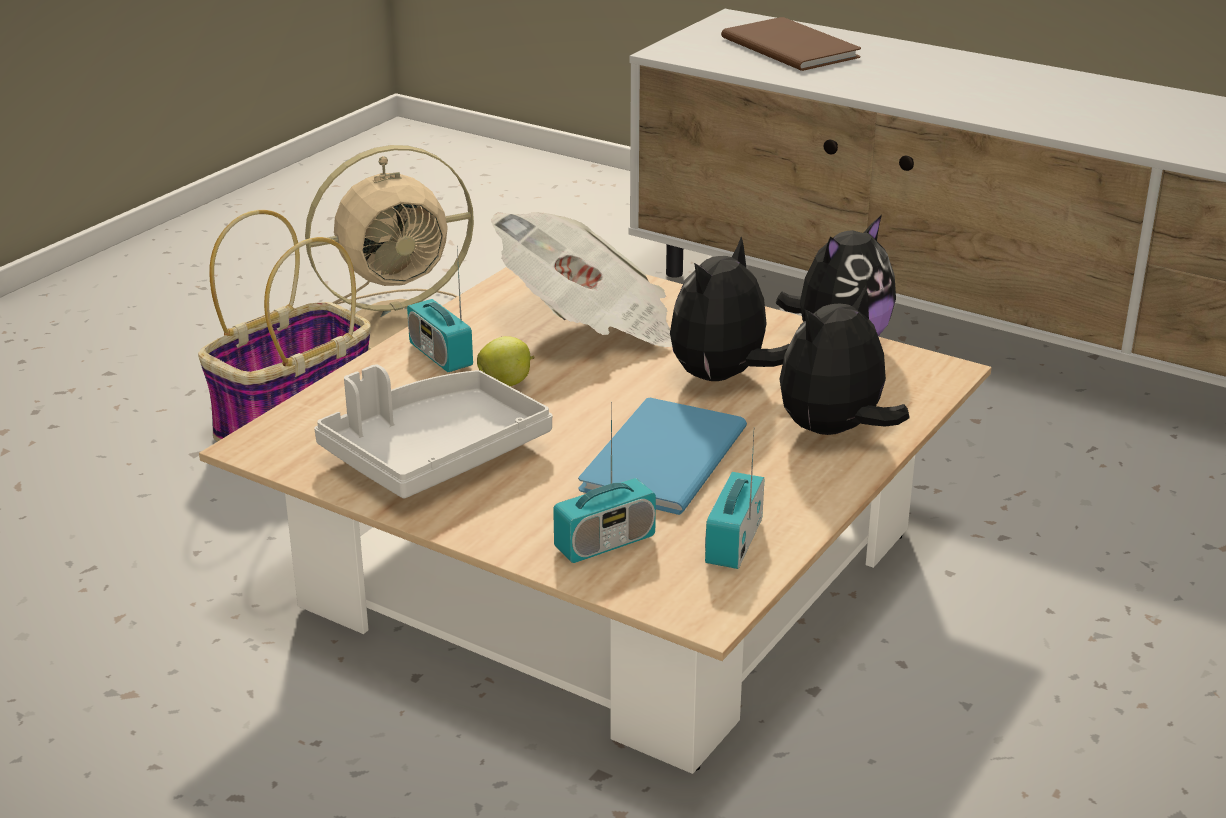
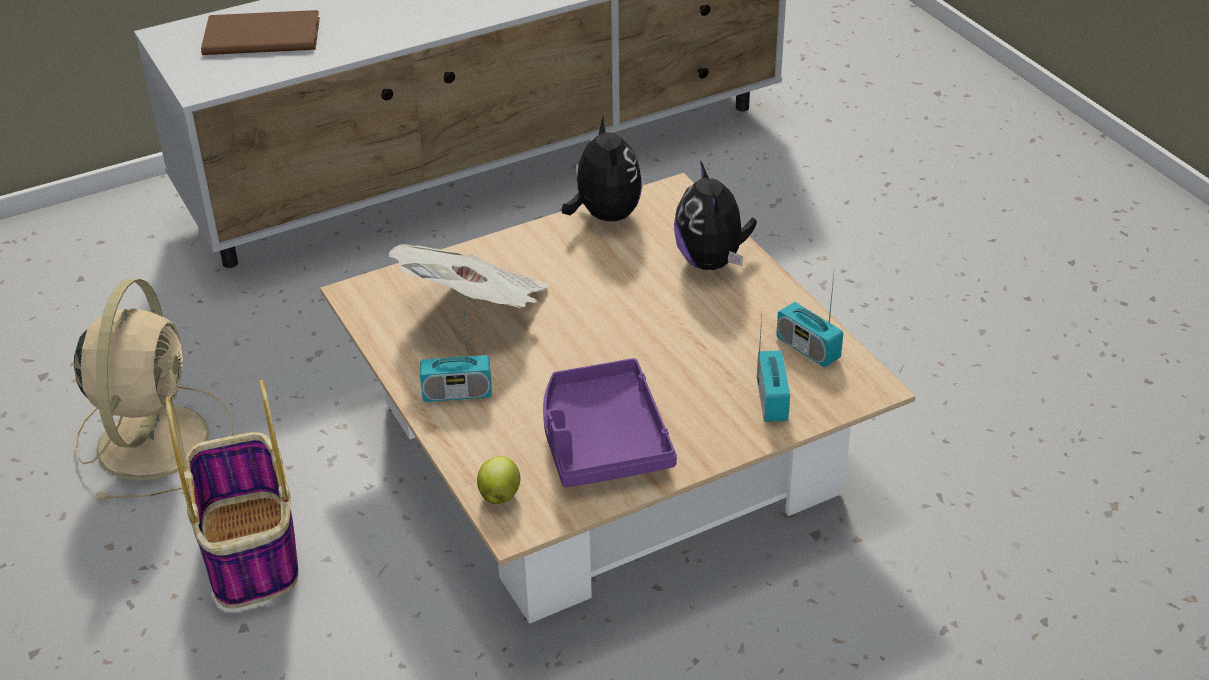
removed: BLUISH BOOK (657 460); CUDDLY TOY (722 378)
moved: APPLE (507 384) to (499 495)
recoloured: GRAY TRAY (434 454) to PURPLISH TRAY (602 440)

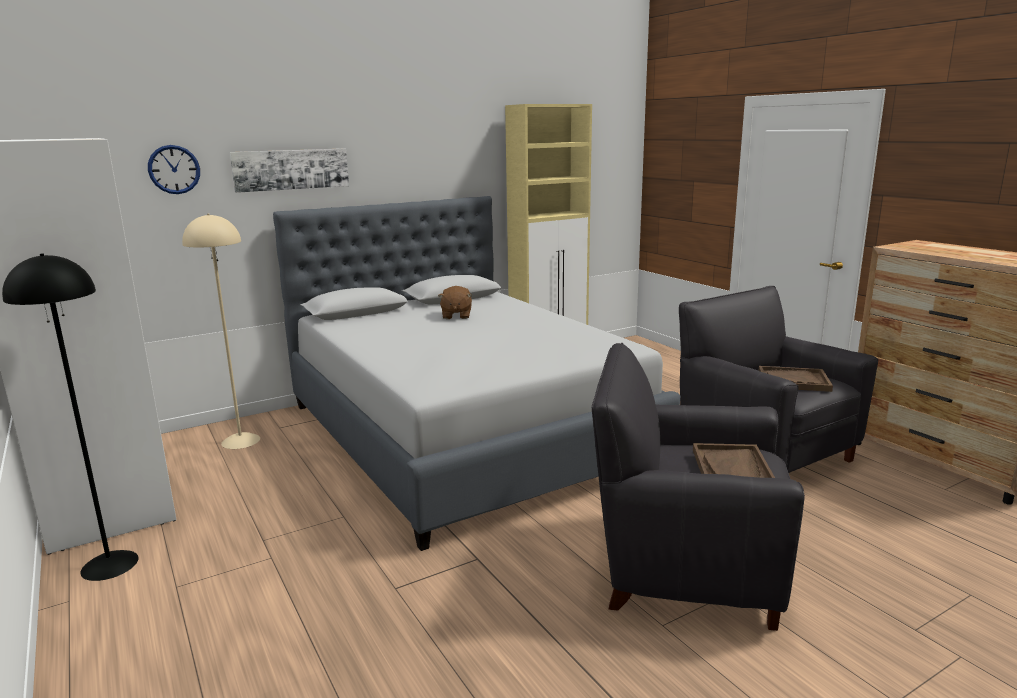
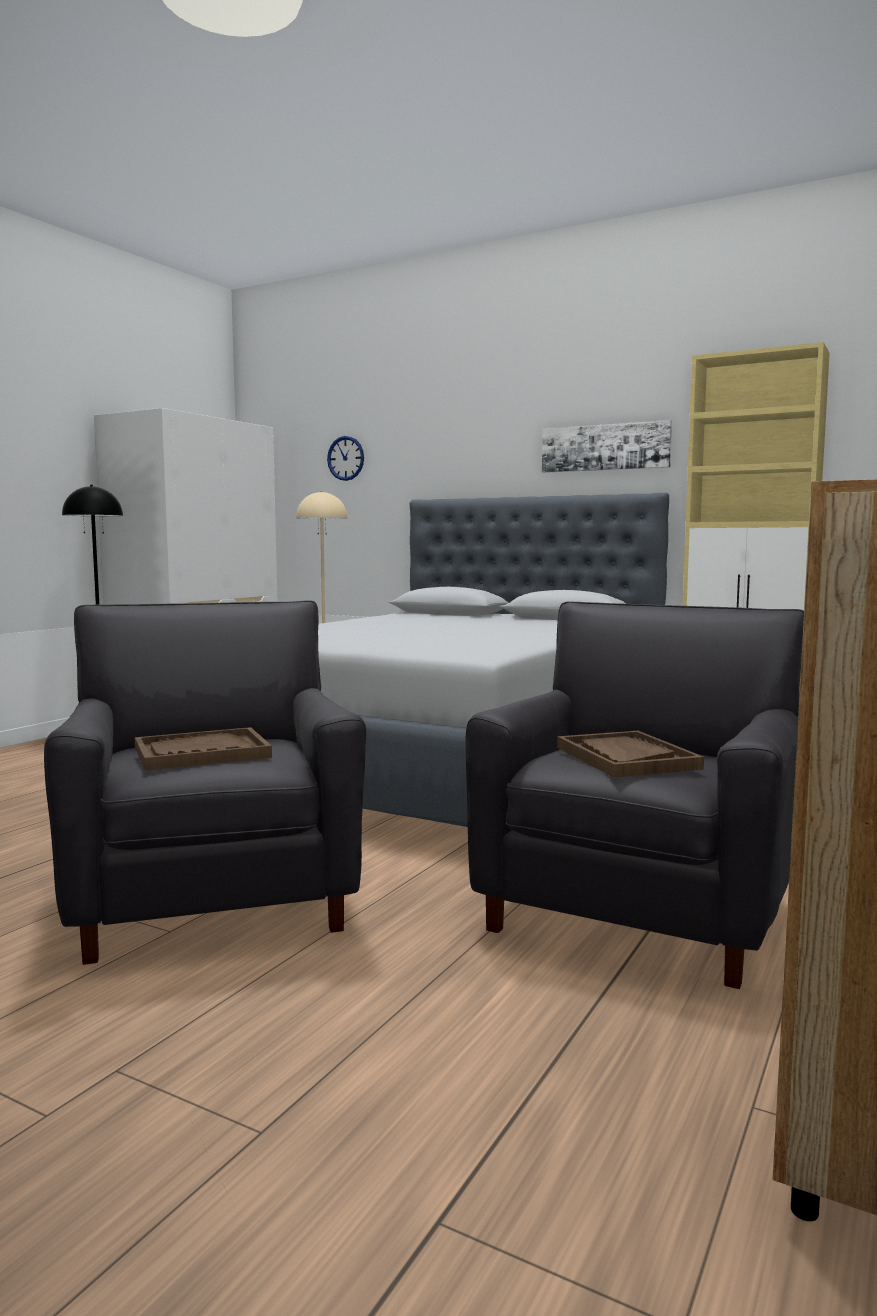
removed: BROWNISH CUDDLY TOY (456 316)
moved: PICTURE (291 169) to (605 447)

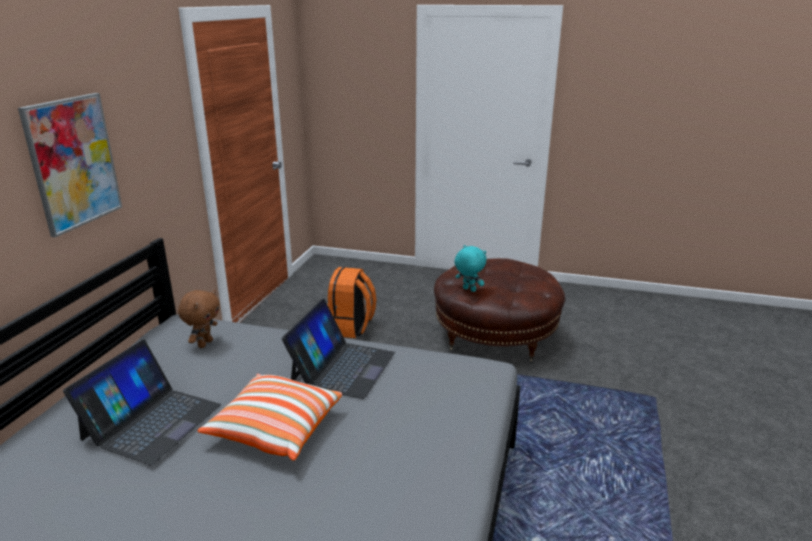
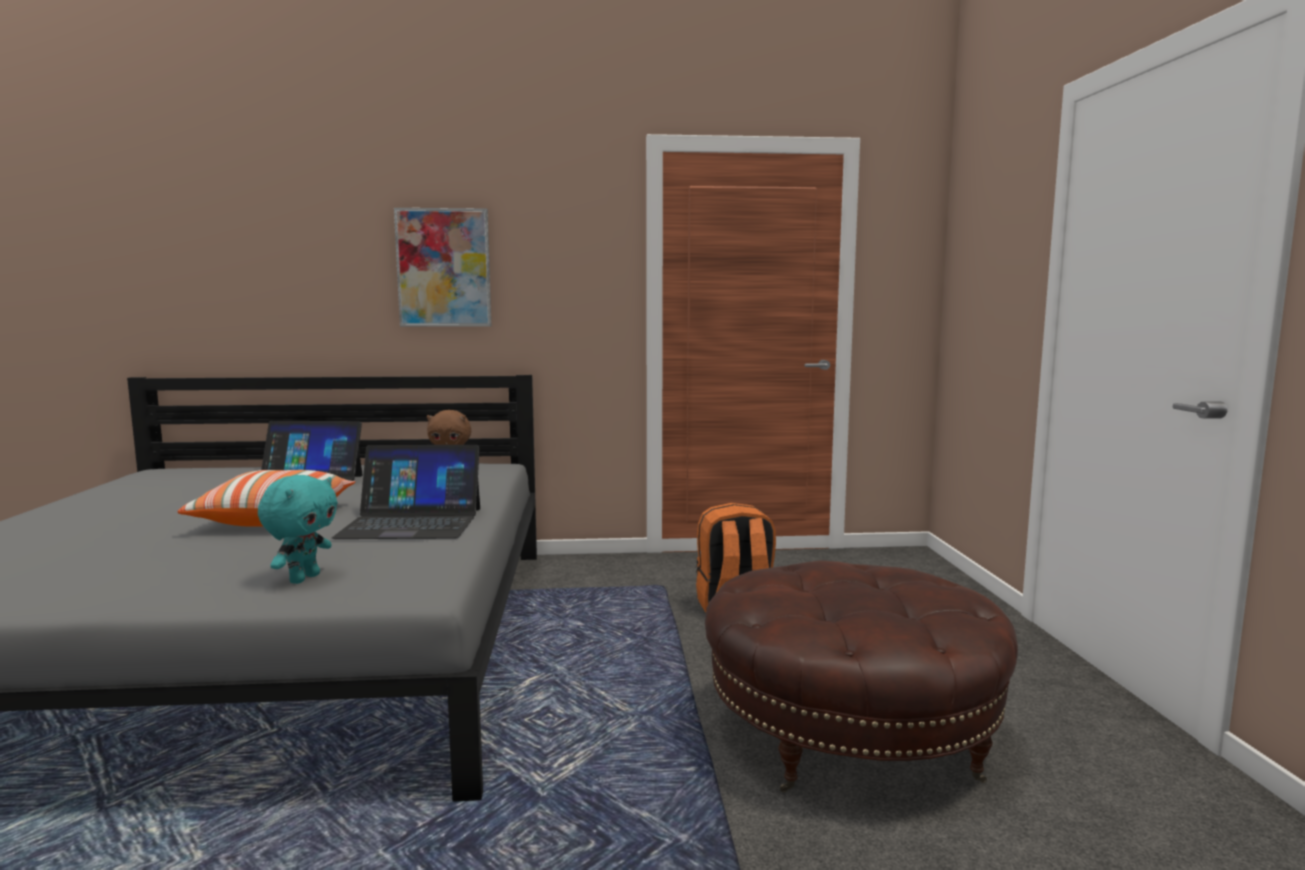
moved: BLUE-GREEN CUDDLY TOY (468 290) to (303 578)

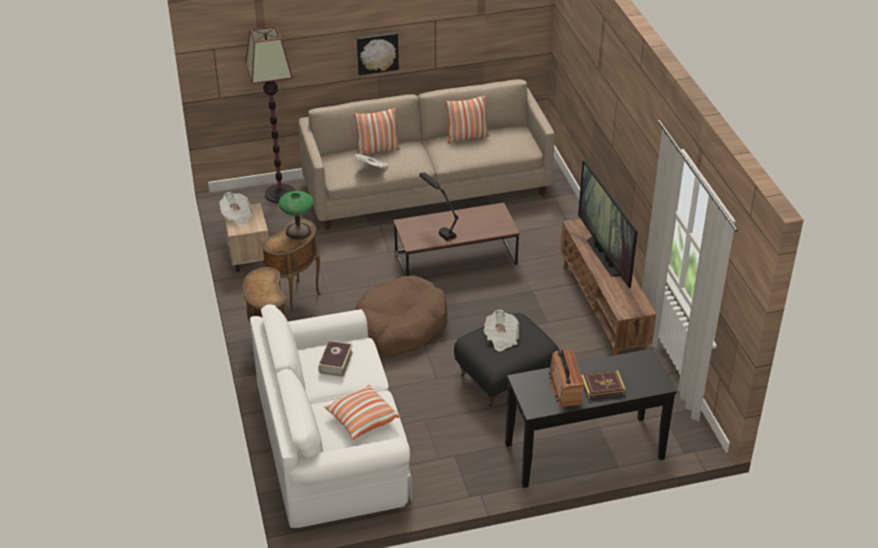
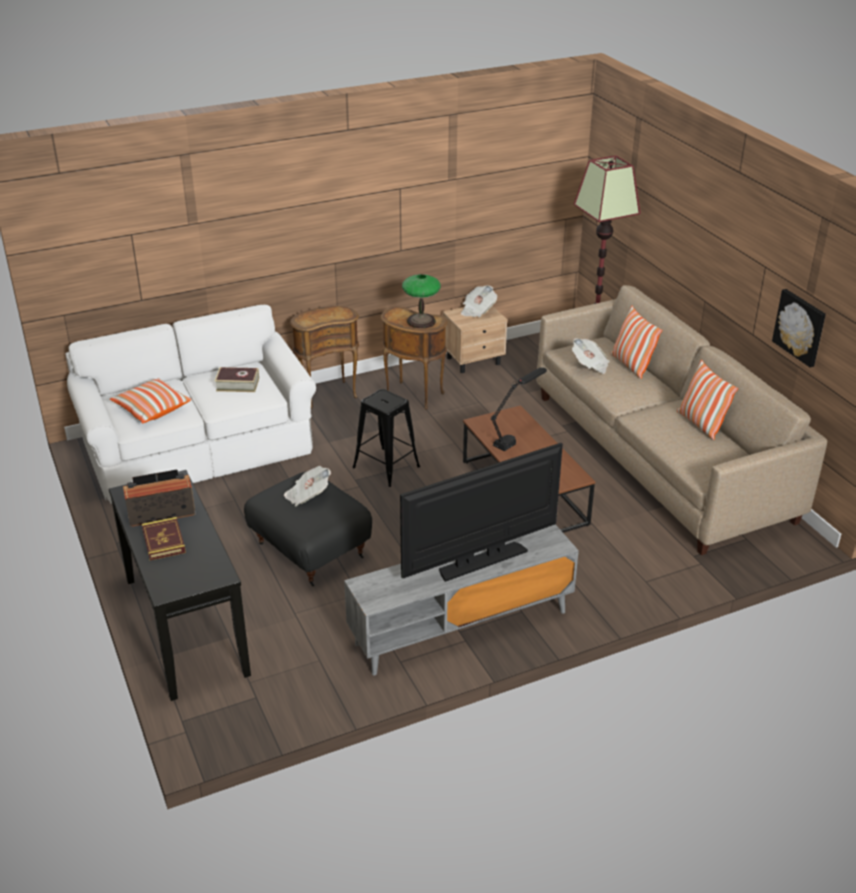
moved: PICTURE (377 52) to (800 327)
replaced: BROWNISH PET BED (400 326) to BLACKISH SITTING STOOL (386 467)
recoloured: BROWNISH TV STAND (603 310) to GRAY TV STAND (461 628)

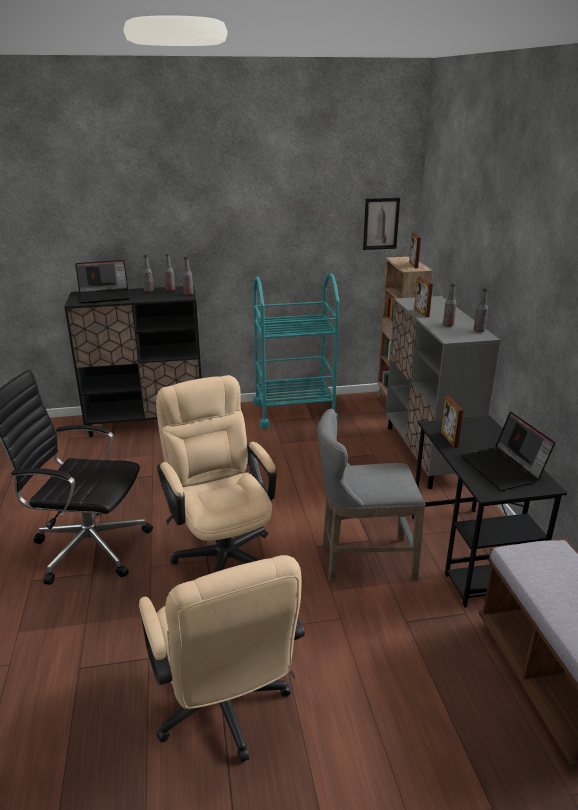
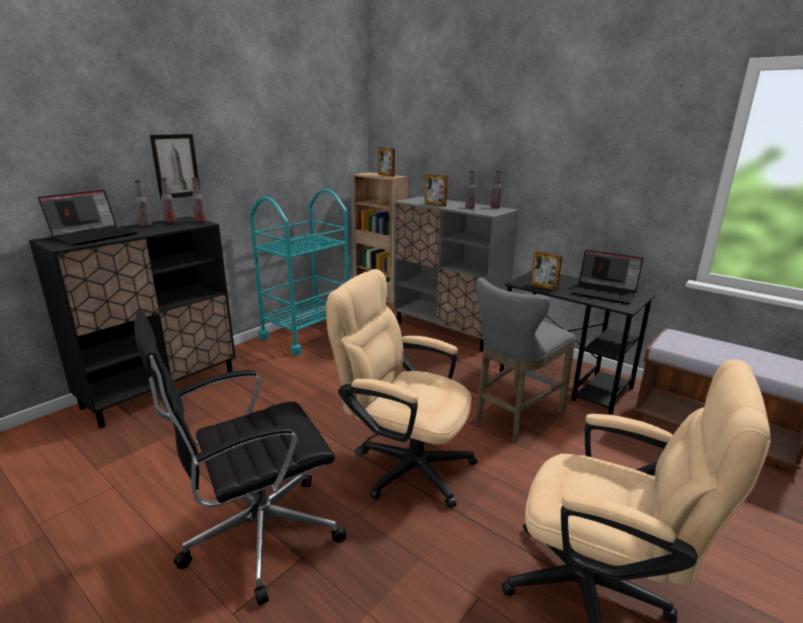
moved: PICTURE (381 223) to (176 166)

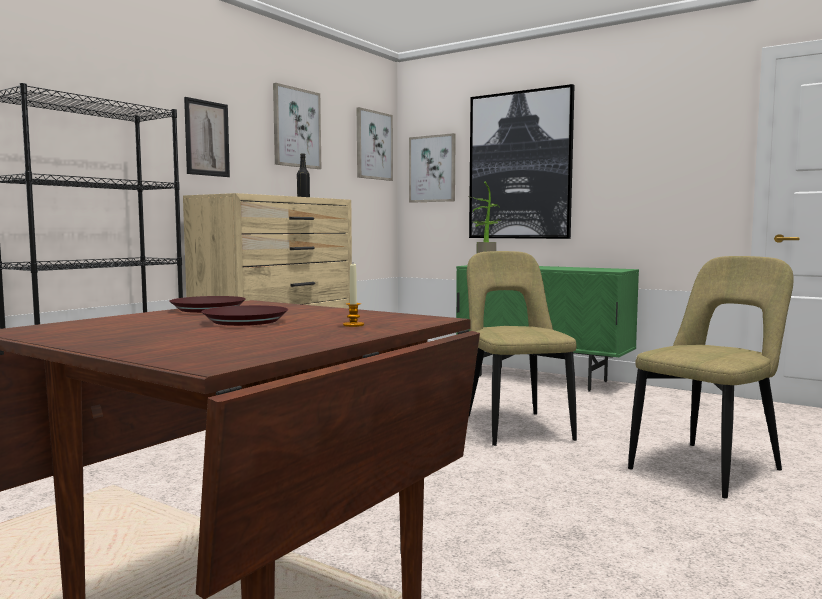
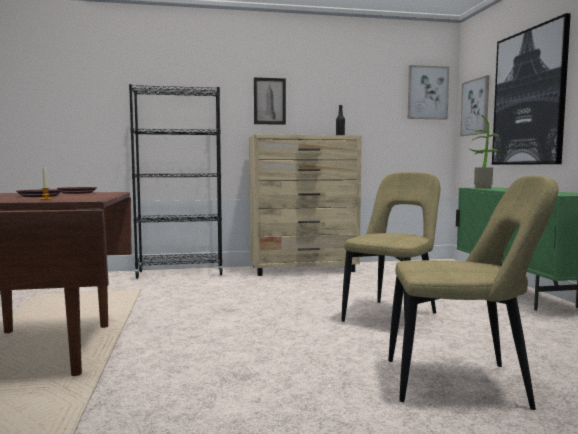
removed: PICTURE (296 128)

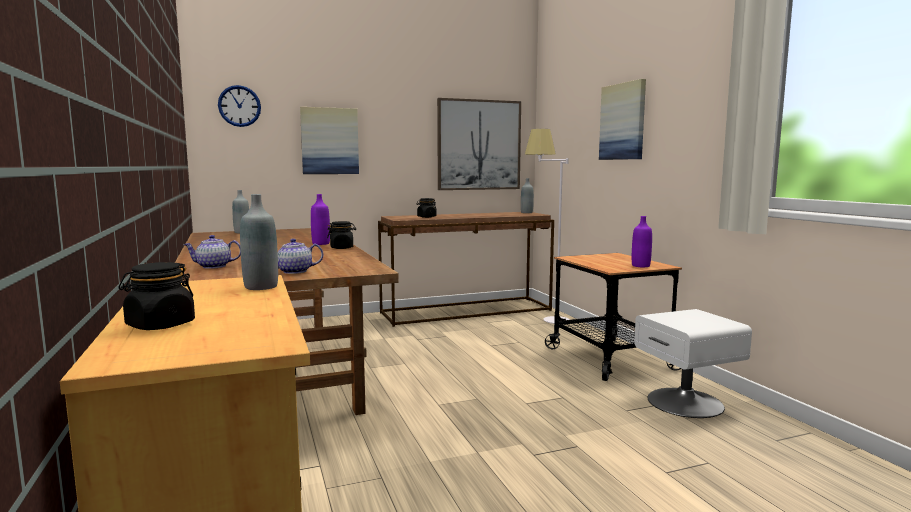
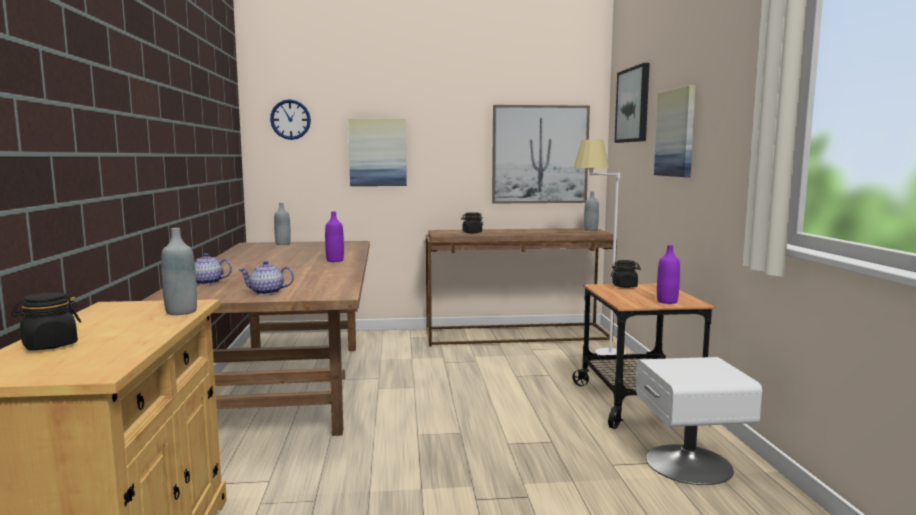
added: PICTURE (633 105)
moved: BLACKISH PRESERVE JAR (342 248) to (624 286)

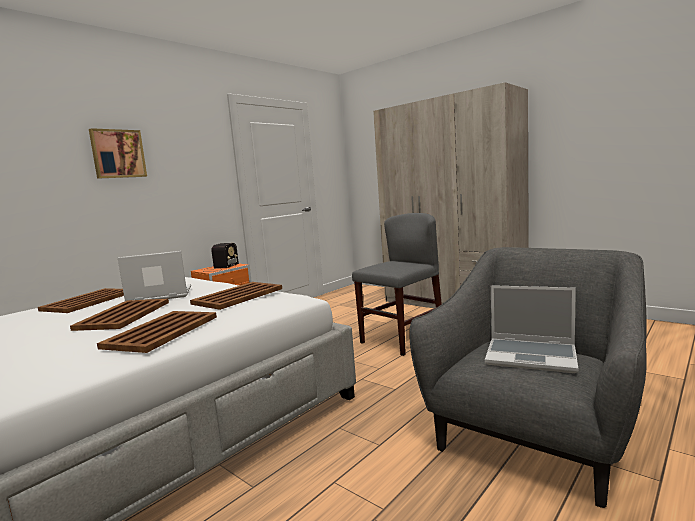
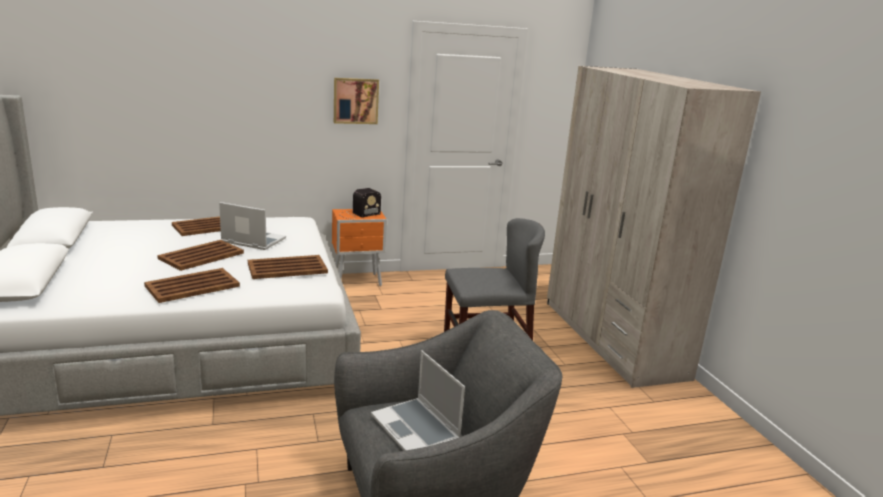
moved: PICTURE (118 154) to (355 100)

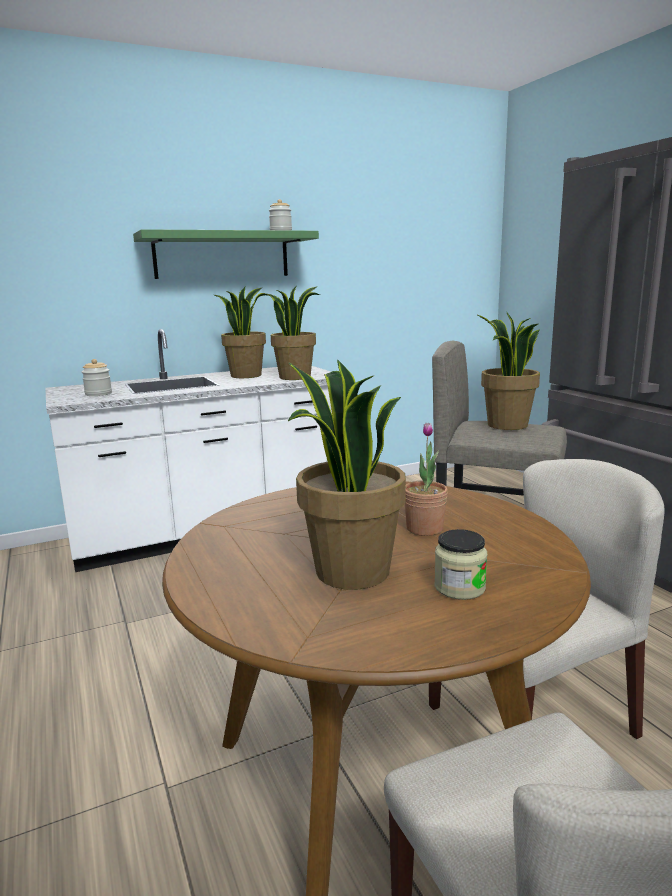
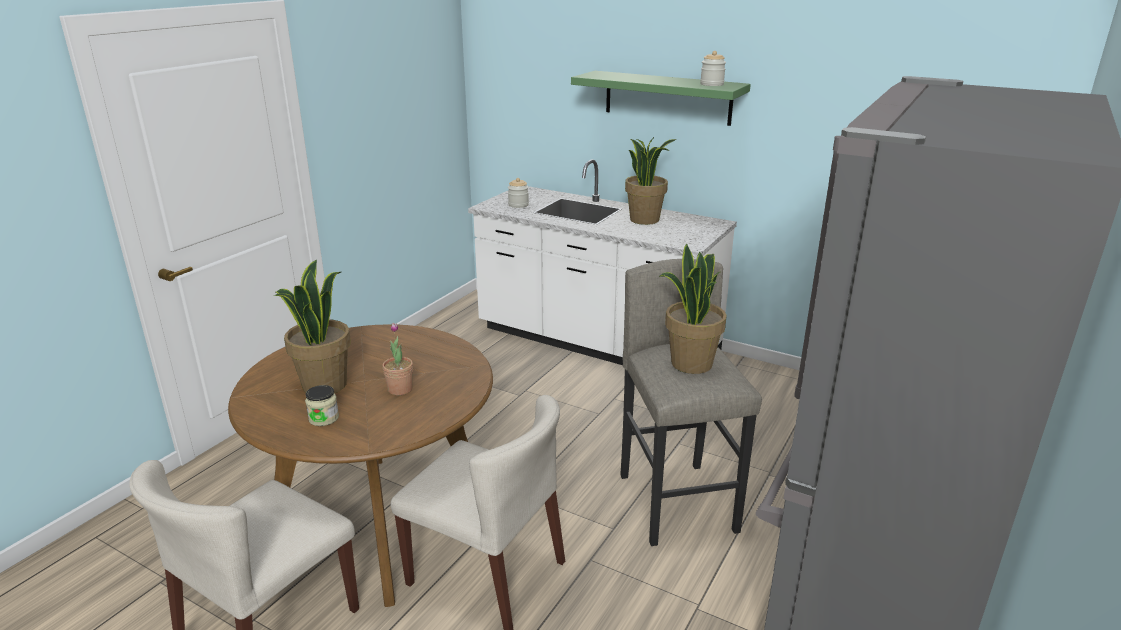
removed: PLANT IN A POT (295 377)

